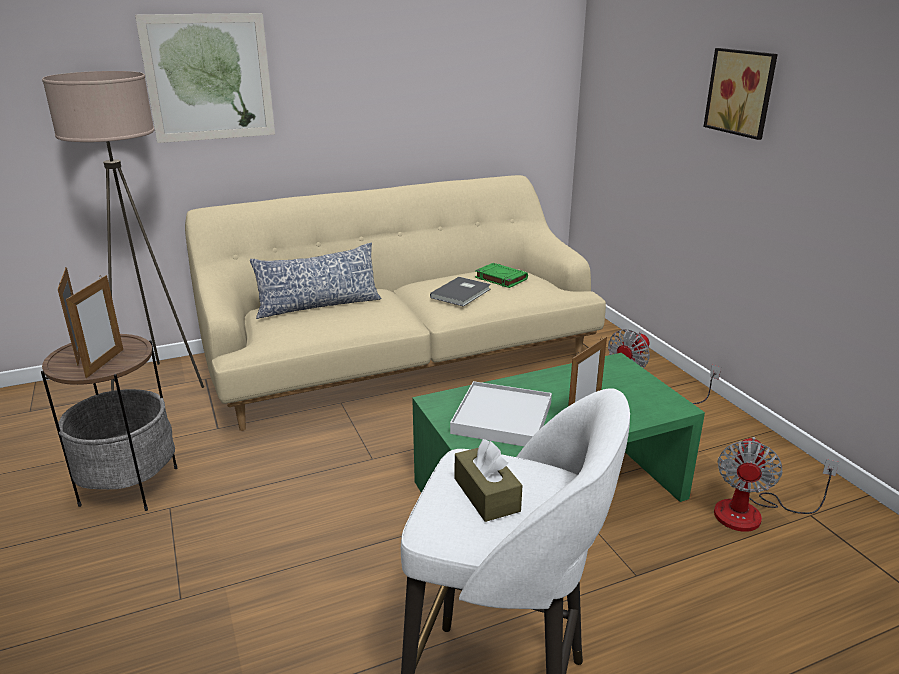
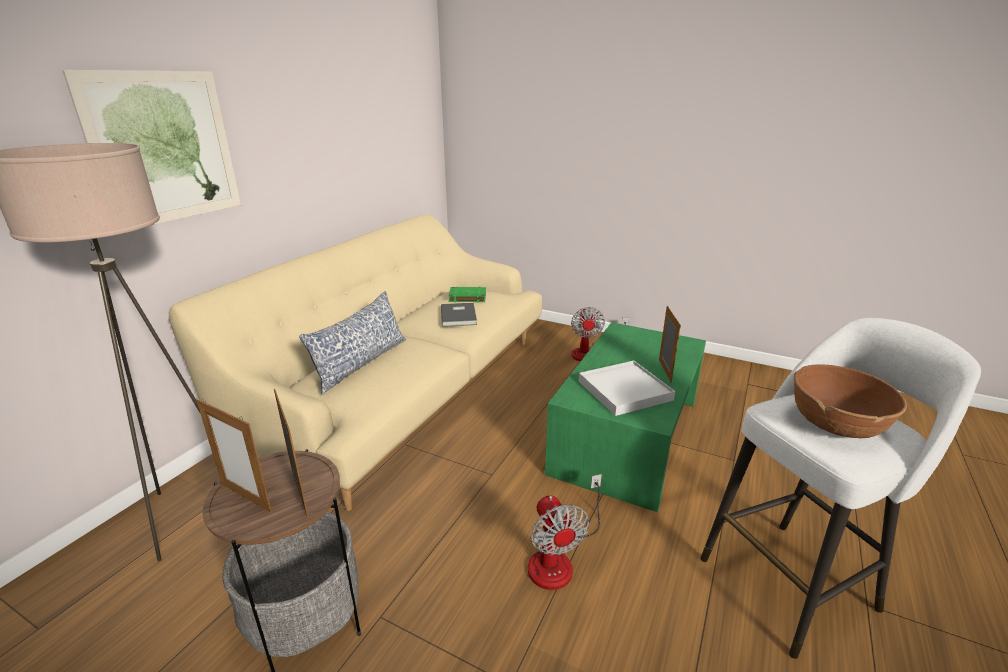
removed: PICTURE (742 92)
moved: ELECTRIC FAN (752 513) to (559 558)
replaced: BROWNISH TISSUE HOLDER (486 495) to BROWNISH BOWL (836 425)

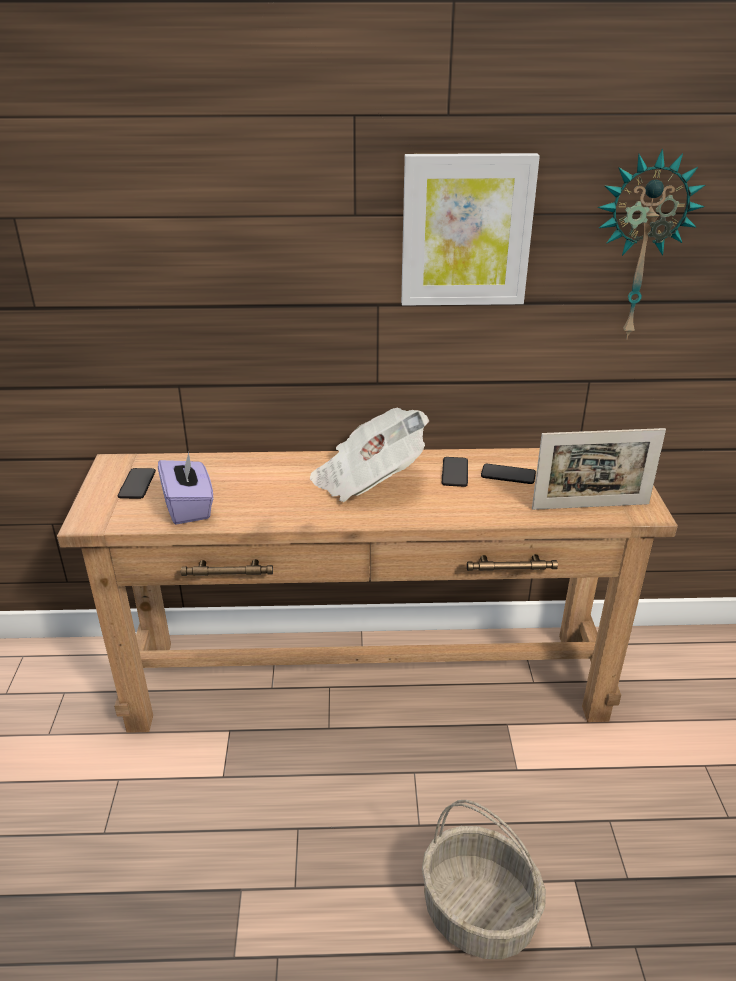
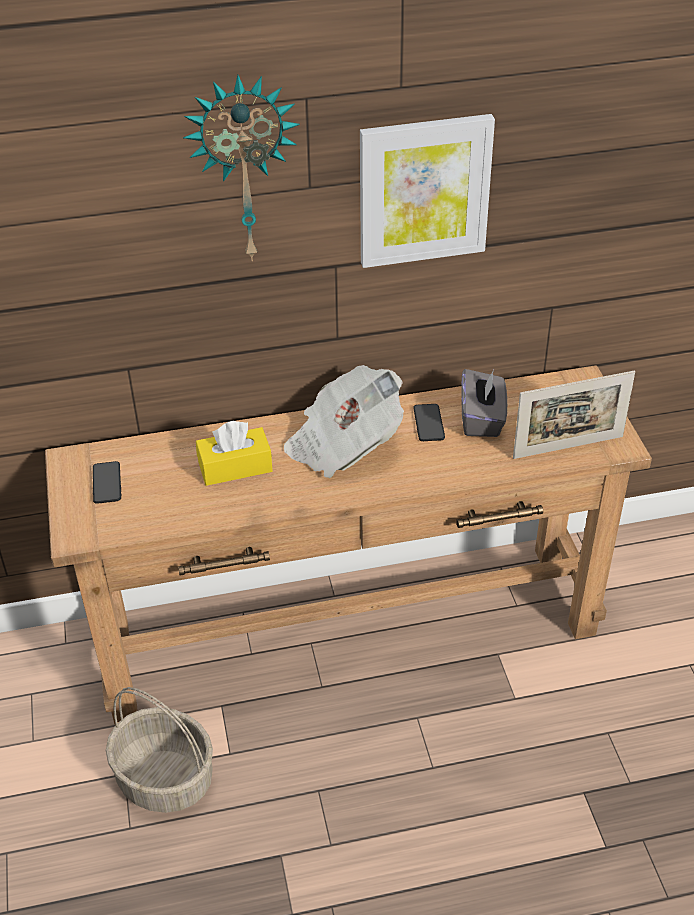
removed: PURPLISH TISSUE HOLDER (189 507)
added: YELLOWISH TISSUE HOLDER (235 467)
moved: HOUSEHOLD BASKET (480 913) to (166 778); CLOCK ON THE WALL (640 247) to (243 168)
replaced: TELEPHONE (508 475) to GRAY TISSUE HOLDER (482 419)

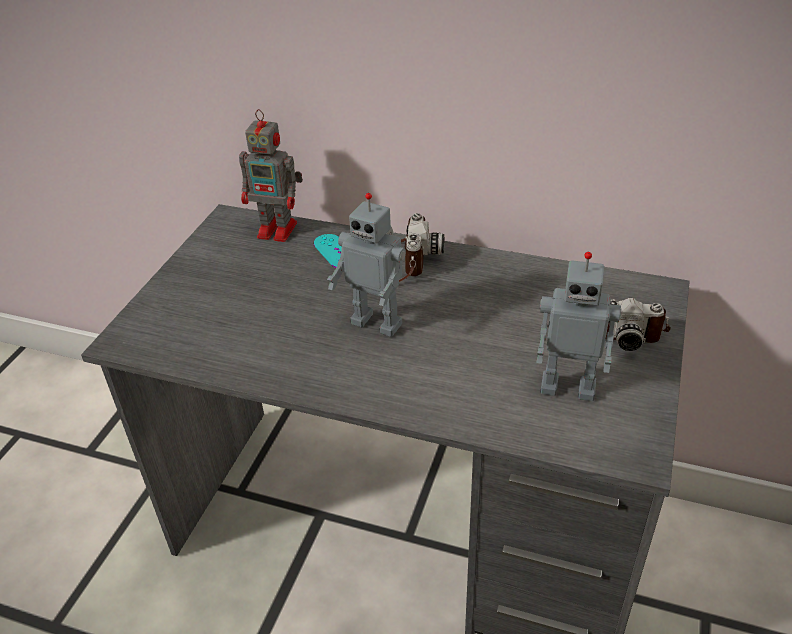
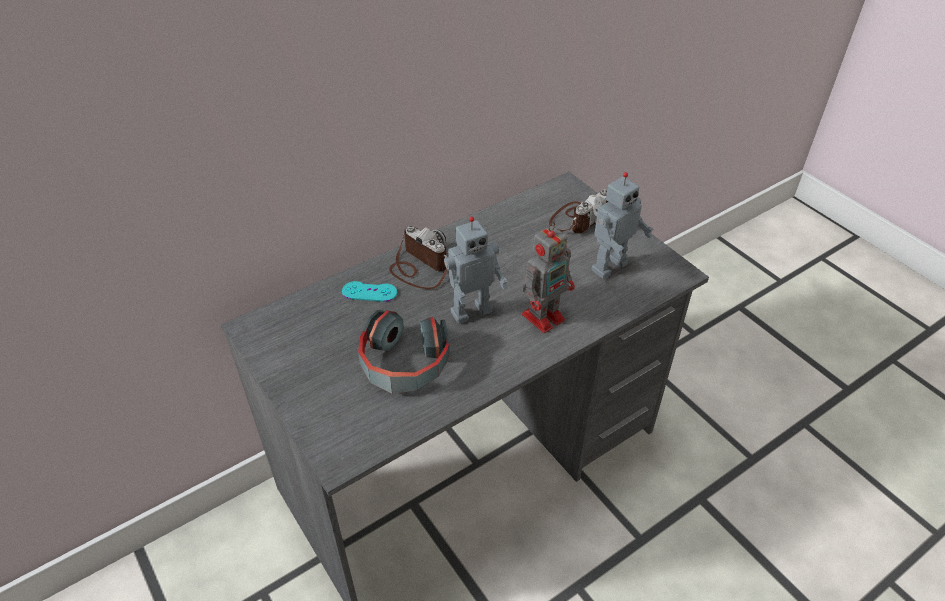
added: HEADSET (404 364)
moved: TOY ROBOT (279 230) to (544 316)

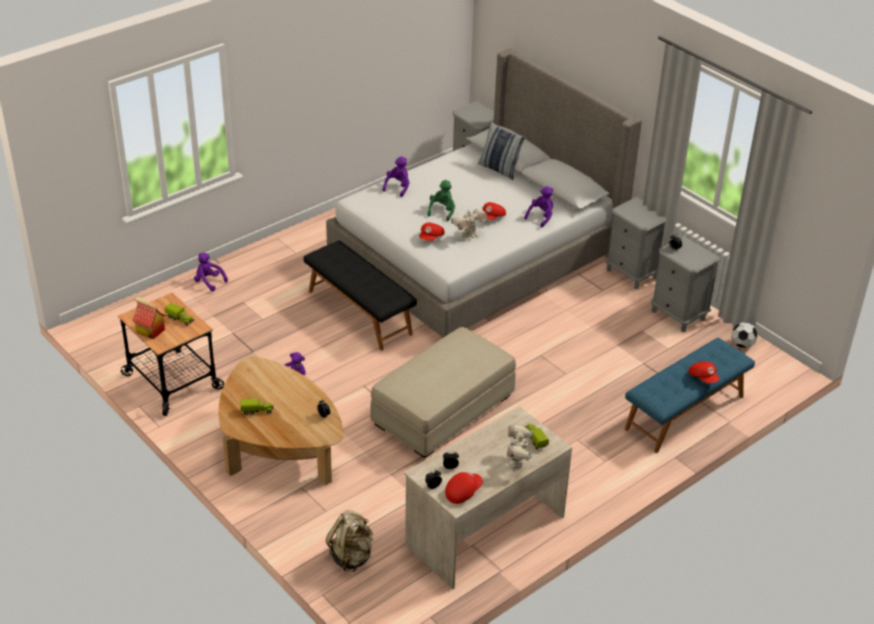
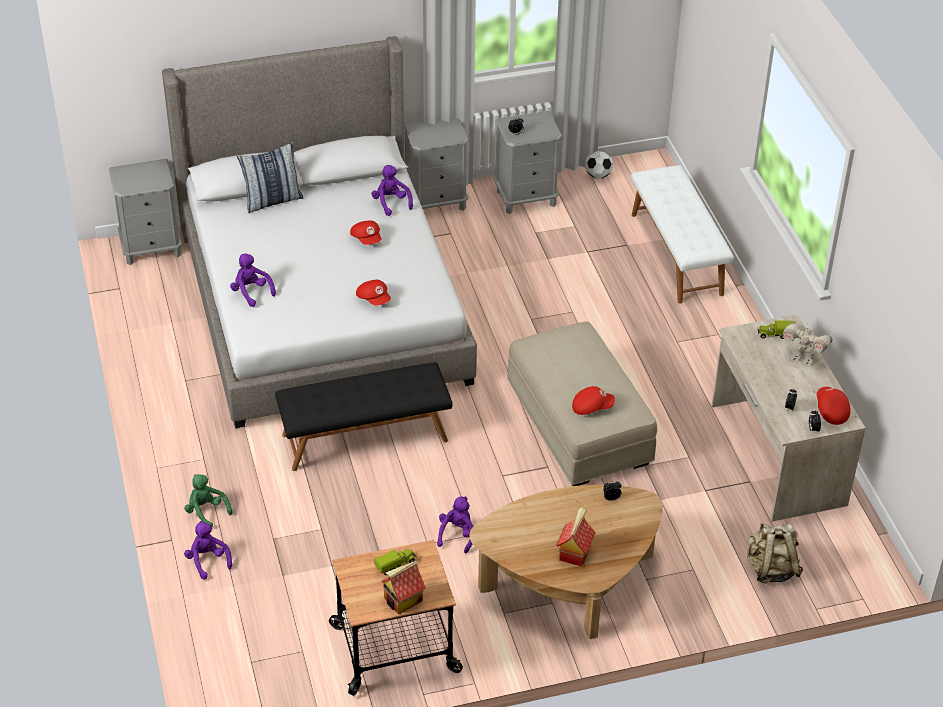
removed: TOY ROBOT (468 236)
moved: GREEN CUDDLY TOY (442 211) to (206 512); RED-COLOURED BASEBALL CAP (703 378) to (592 407)
replaced: MODEL TRUCK (257 411) to MODEL HOUSE (574 552)
recoloured: BLUISH BENCH (685 413) to WHITE BENCH (677 254)
turned: PURPLISH CUDDLY TOY (209 282) = (208 561) 90 degrees clockwise

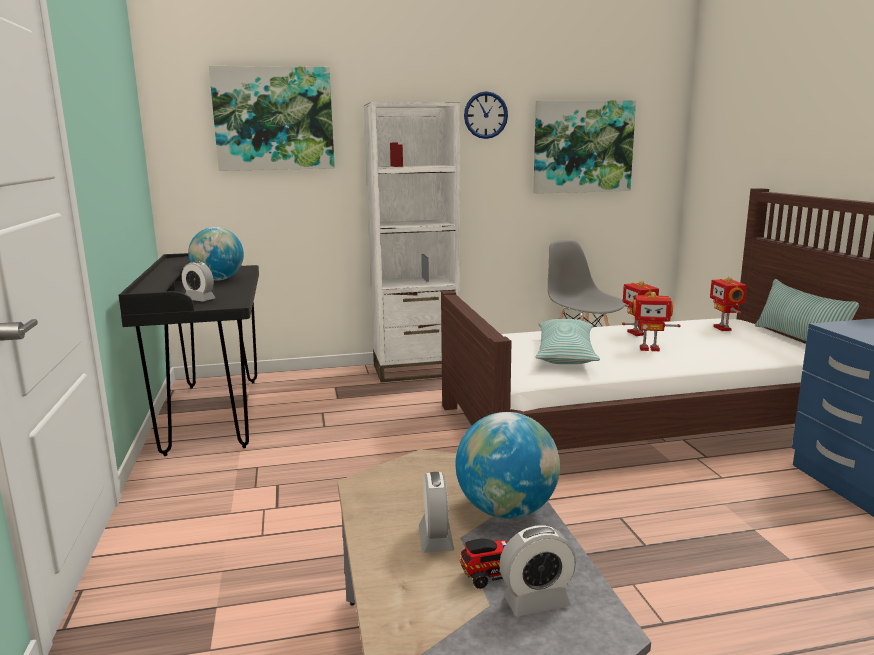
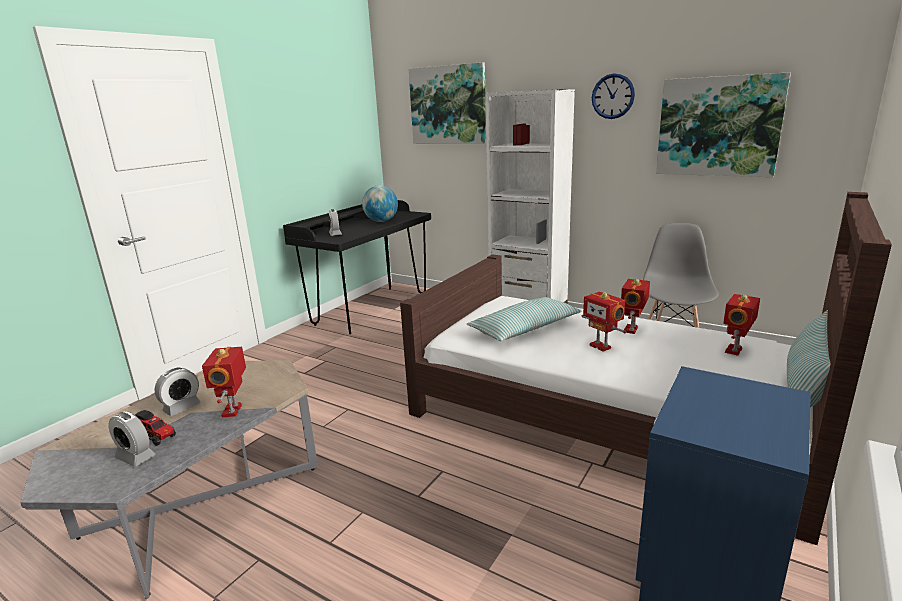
replaced: DESK GLOBE (506 511) to TOY ROBOT (233 411)

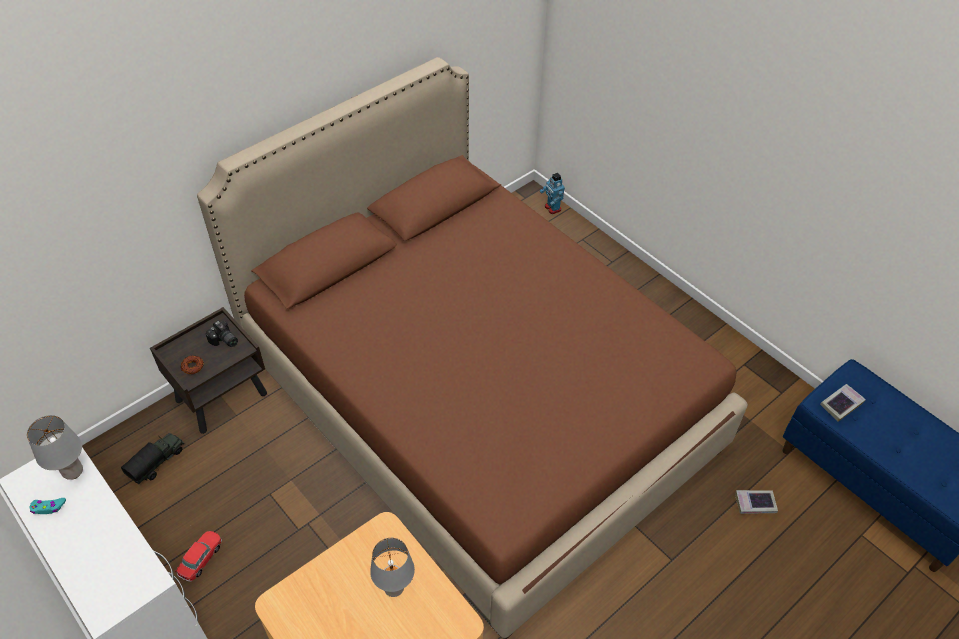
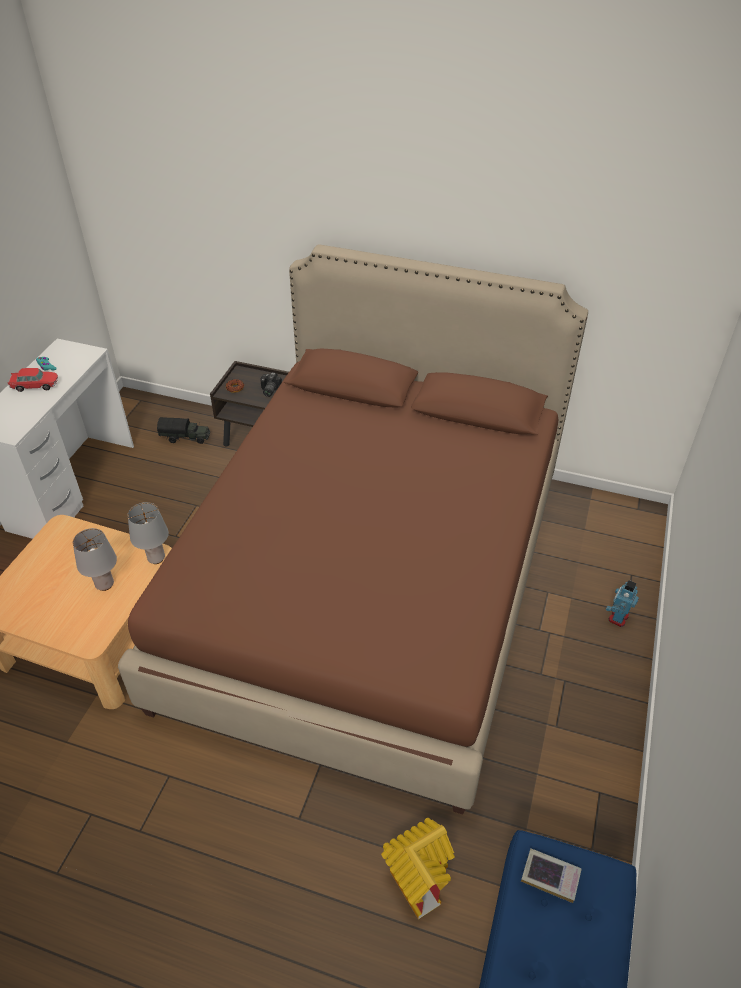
moved: GRAY TABLE LAMP (73 472) to (156 558); TOY CAR (201 559) to (35 385); TOY ROBOT (552 208) to (617 617)
replaced: BOOK (755 503) to MODEL HOUSE (417 876)

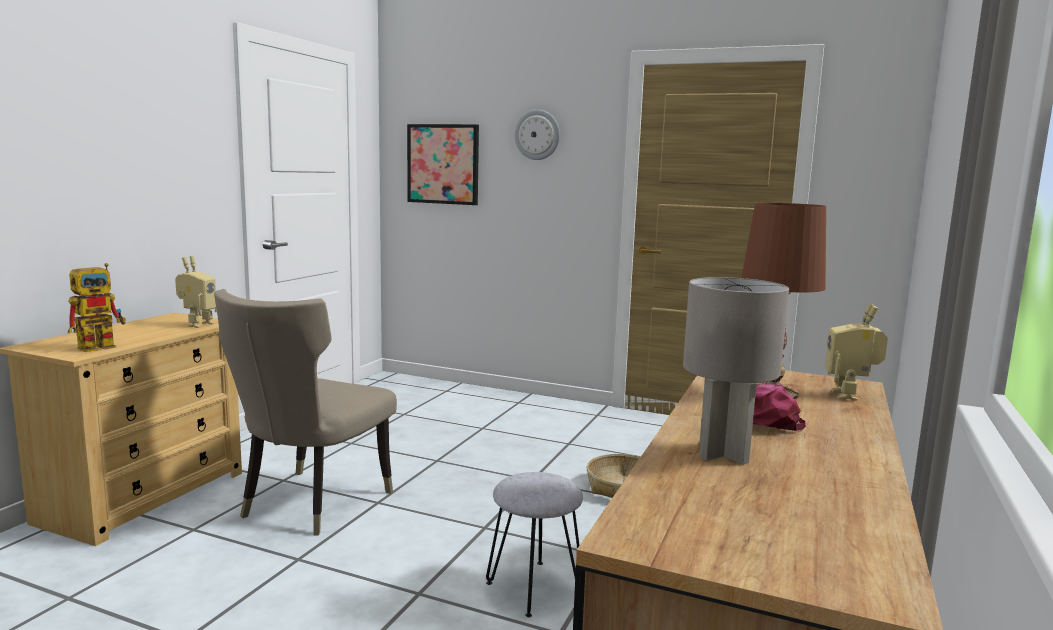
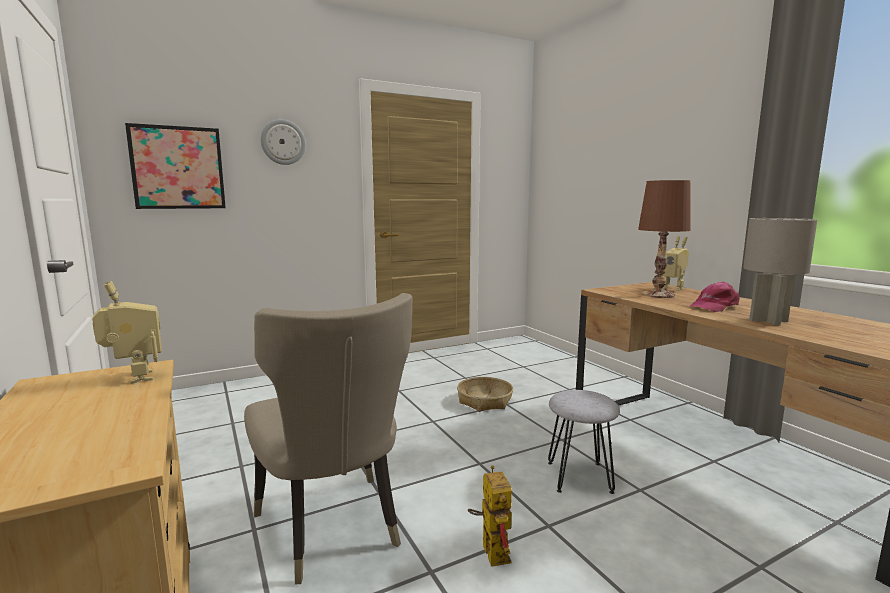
moved: TOY ROBOT (103 346) to (490 549)

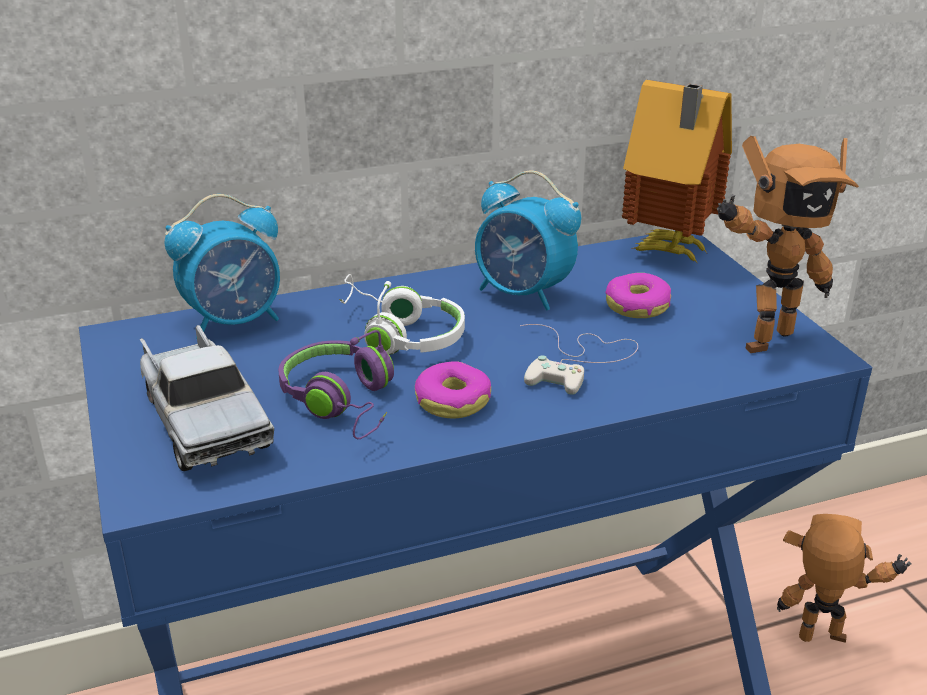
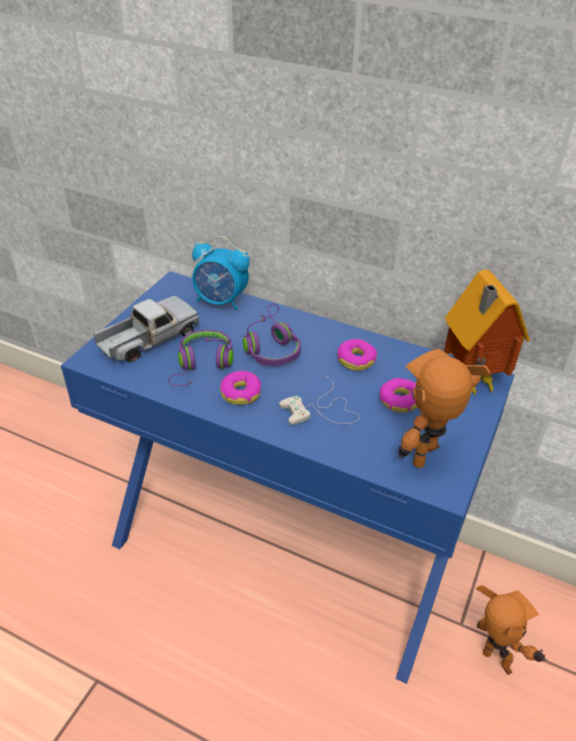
replaced: ALARM CLOCK (523 294) to RING DOUGHNUT (356 360)
recoloured: WHITE HEADSET (399 334) to PURPLISH HEADSET (271 347)
turned: MODEL TRUCK (203 418) = (148 339) 150 degrees counterclockwise; TOY ROBOT (761 338) = (431 459) 120 degrees clockwise

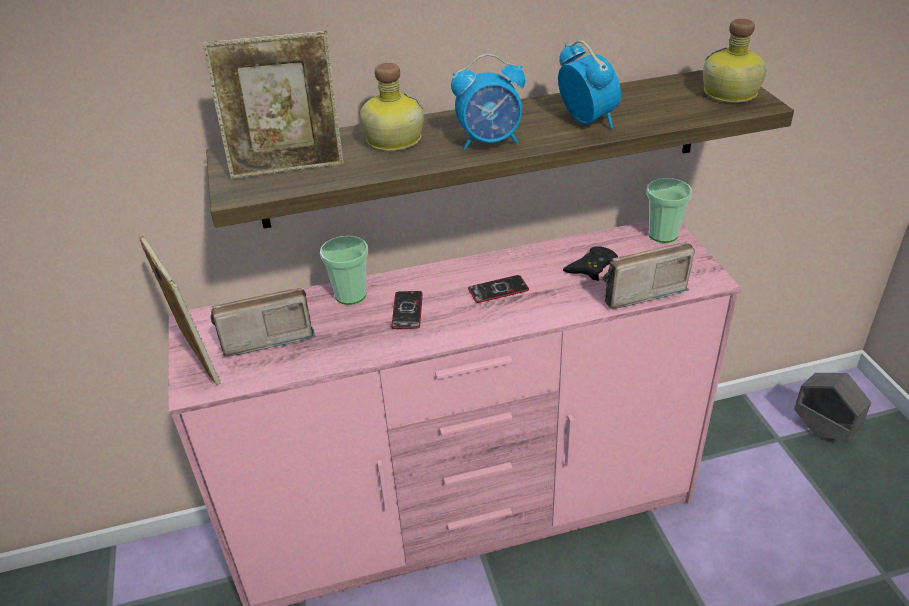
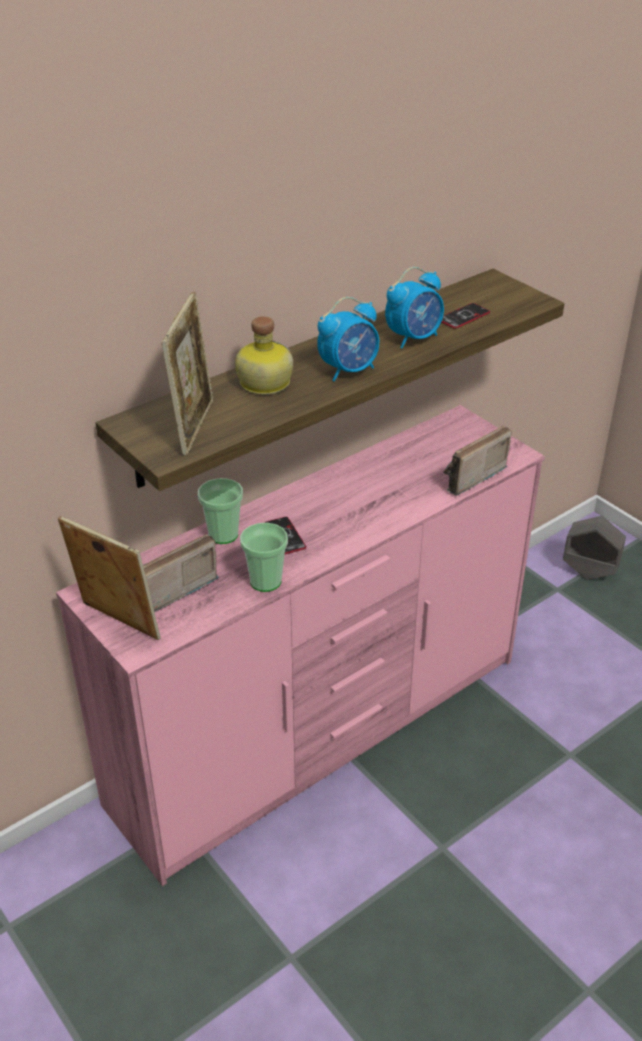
removed: BLACKISH JOYPAD (592 267); BOTTLE (730 94)
moved: TELEPHONE (498 290) to (464 317); DRINKING CUP (663 234) to (265 581)
turned: PICTURE FRAME (289 168) = (194 426) 45 degrees counterclockwise; ALARM CLOCK (587 120) = (414 338) 105 degrees clockwise

